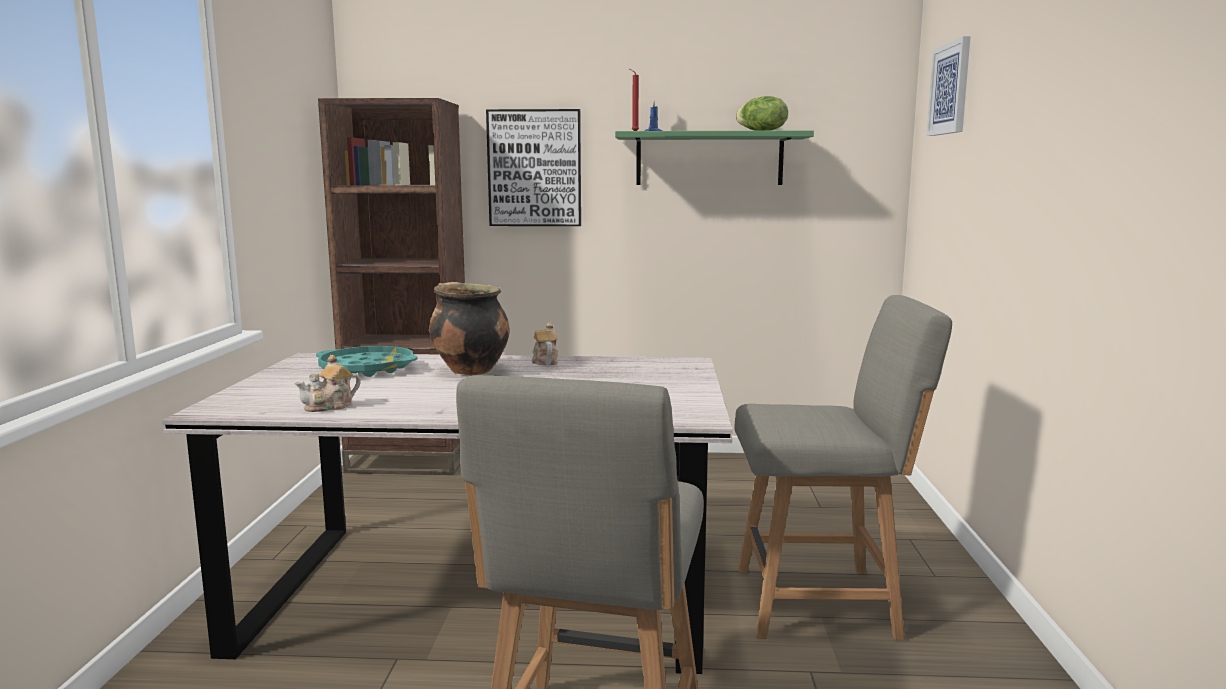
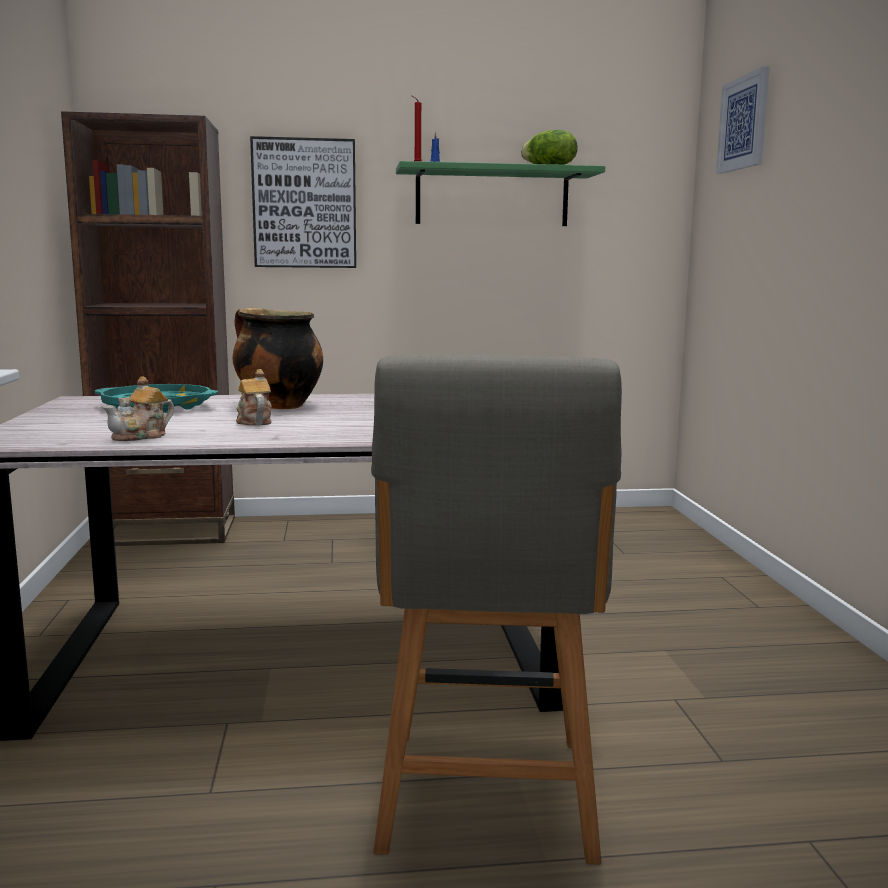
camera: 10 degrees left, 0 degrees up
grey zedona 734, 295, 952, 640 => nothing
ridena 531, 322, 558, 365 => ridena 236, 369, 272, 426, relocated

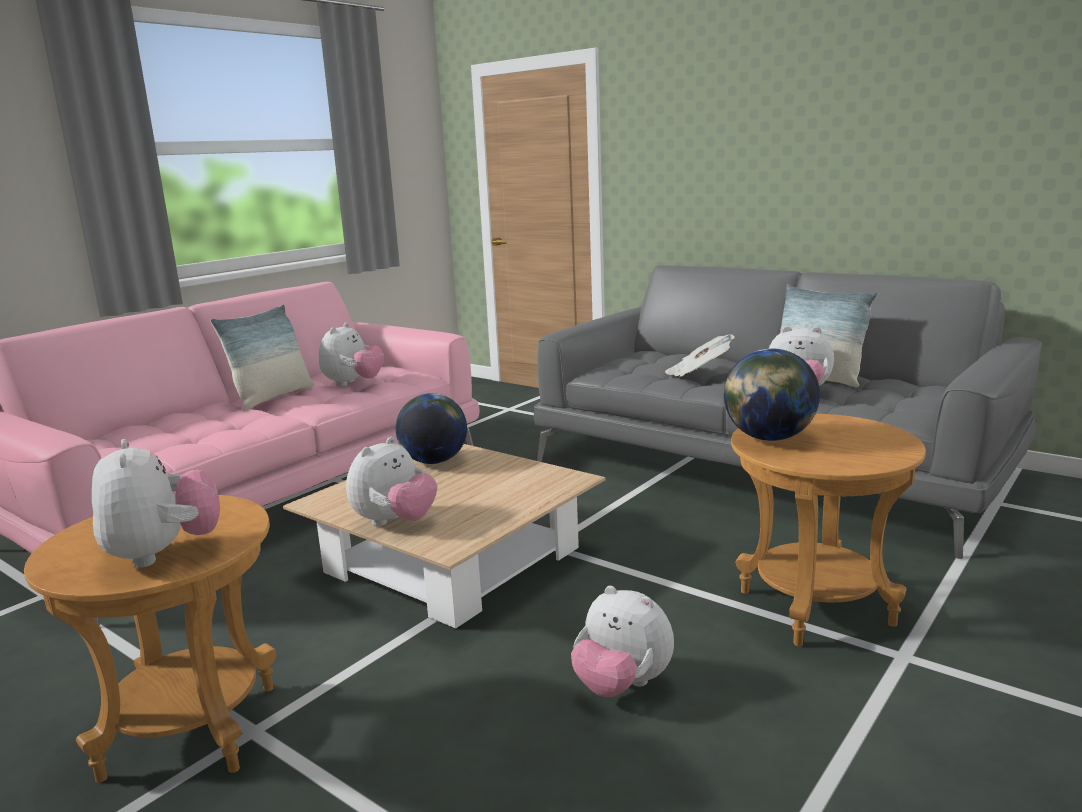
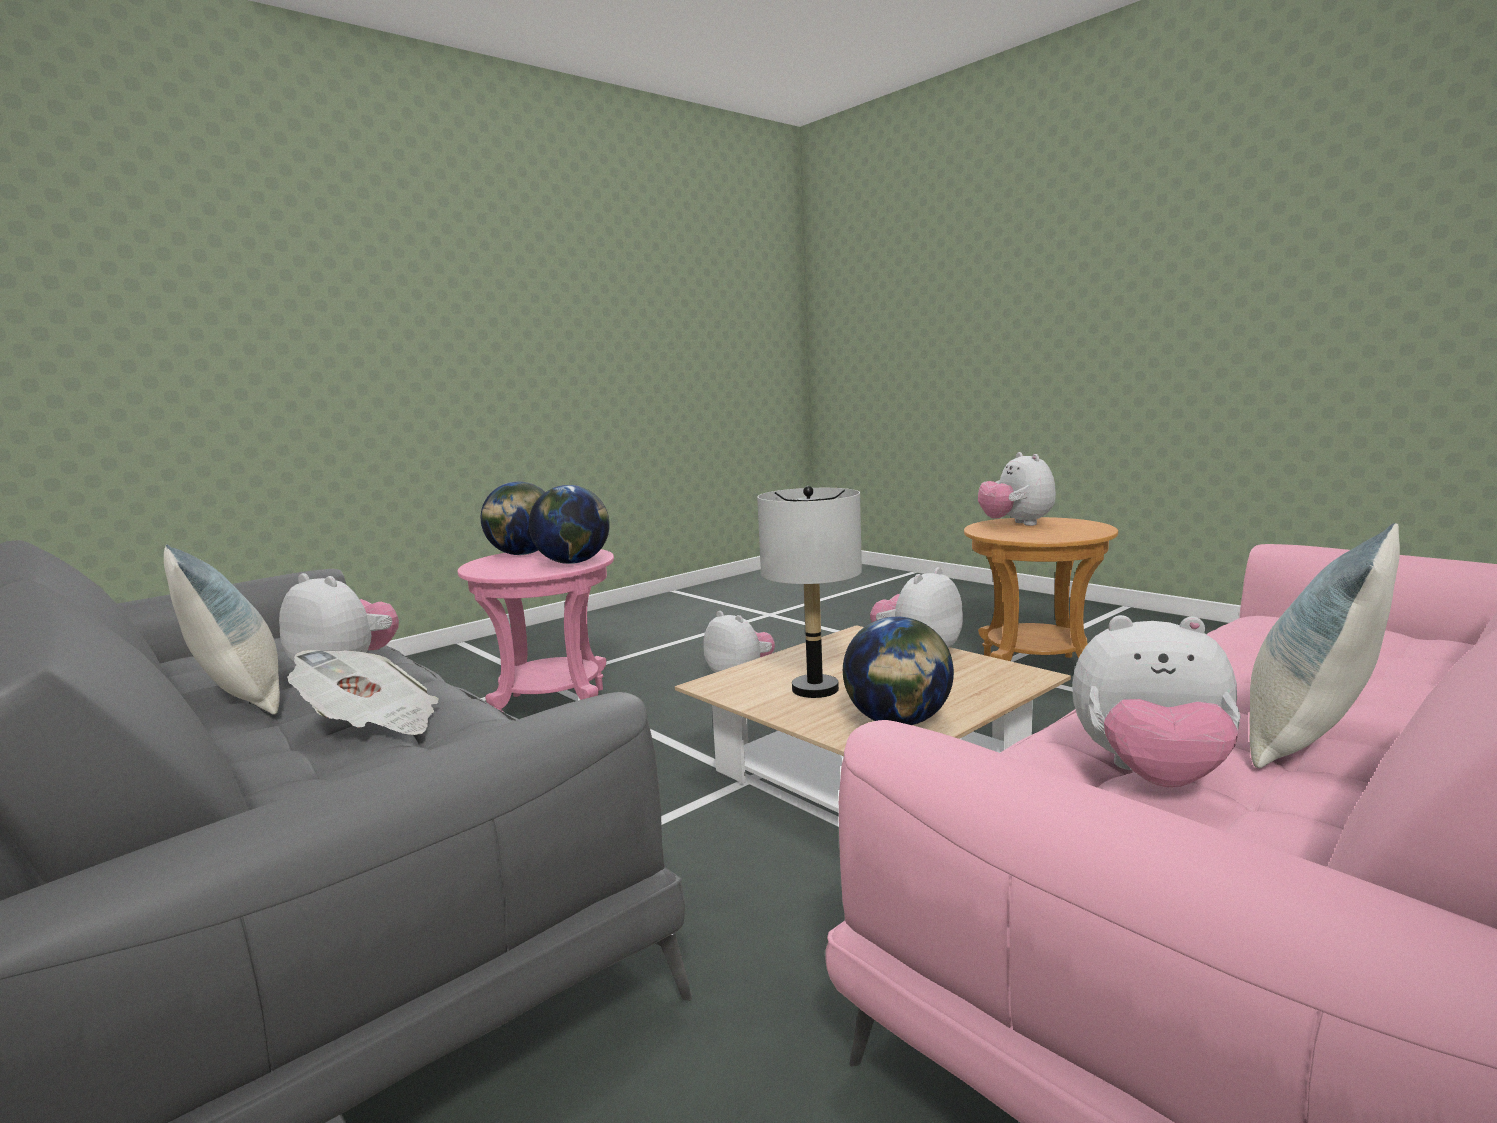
camera: 170 degrees left, 5 degrees down
nothing => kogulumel 481, 482, 545, 555
nothing => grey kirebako 757, 486, 862, 698
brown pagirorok 731, 414, 926, 646 => pink pagirorok 457, 549, 614, 712
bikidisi 319, 323, 384, 387 => bikidisi 1072, 615, 1241, 787, 105 degrees counterclockwise

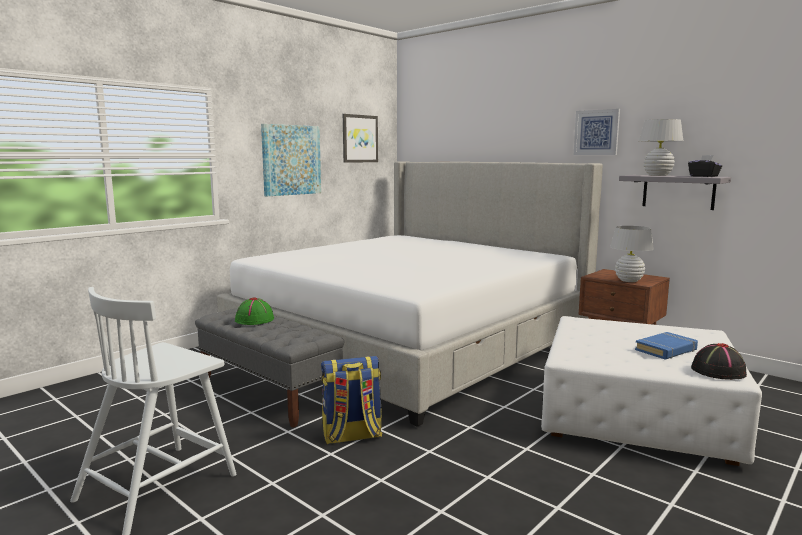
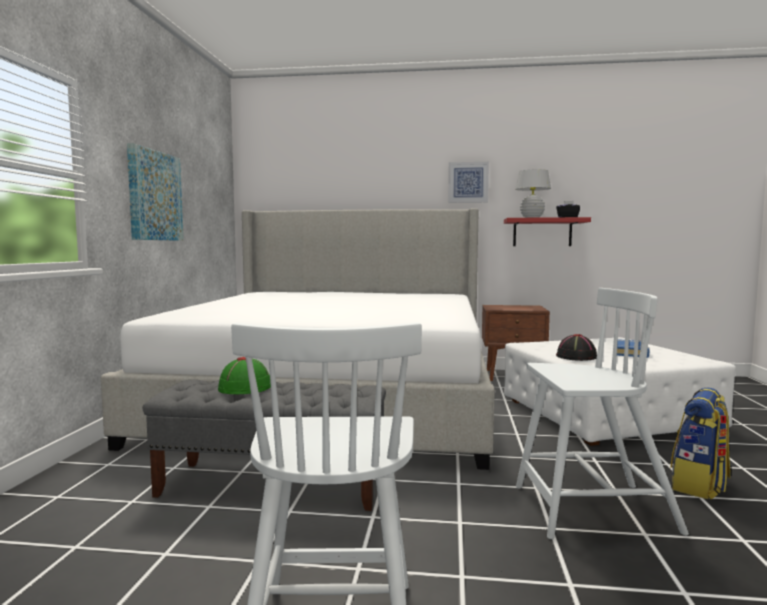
camera: 35 degrees left, 5 degrees down
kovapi 343, 114, 378, 163 => nothing
white kirebako 610, 226, 654, 282 => nothing
nothing => white zedona 516, 288, 689, 539
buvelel 321, 356, 383, 444 => buvelel 671, 387, 731, 500, relocated
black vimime 691, 343, 747, 380 => black vimime 556, 334, 597, 361, relocated
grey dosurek 619, 175, 731, 210 => red dosurek 504, 217, 591, 246

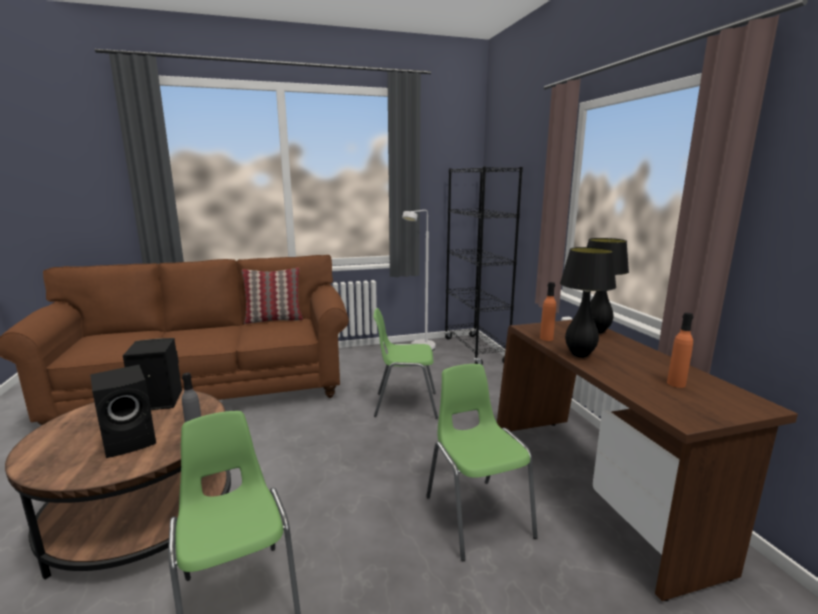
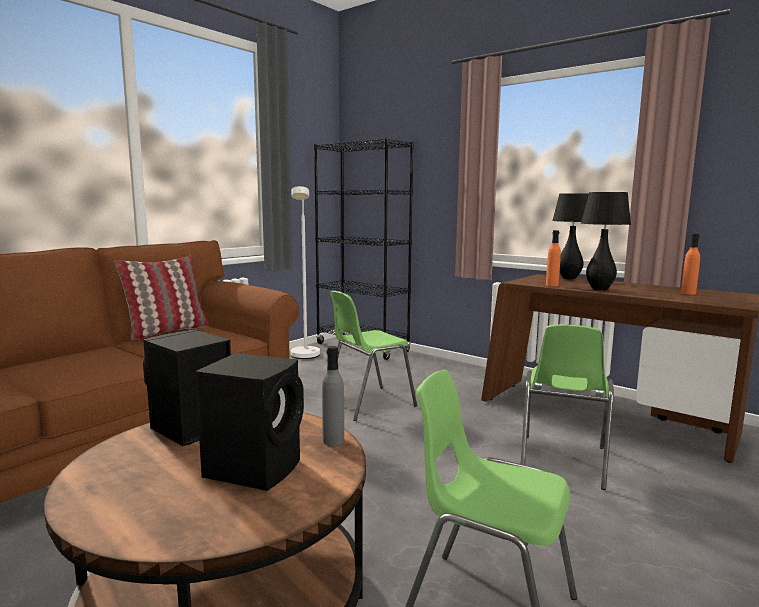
camera: 35 degrees left, 5 degrees down
green zedona 426, 364, 538, 561 => green zedona 521, 324, 614, 490, 105 degrees counterclockwise

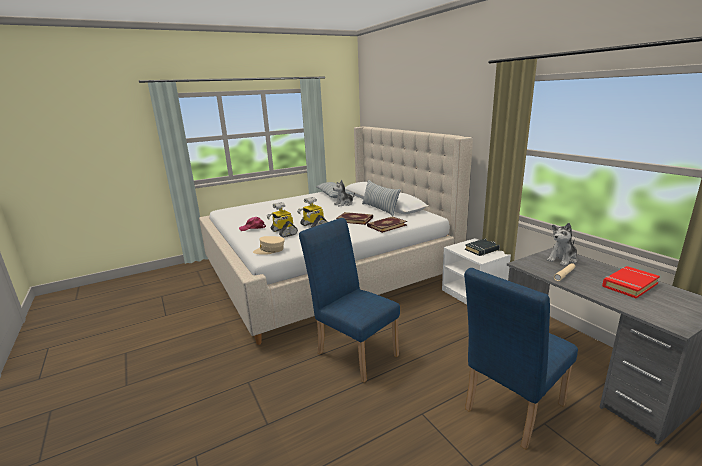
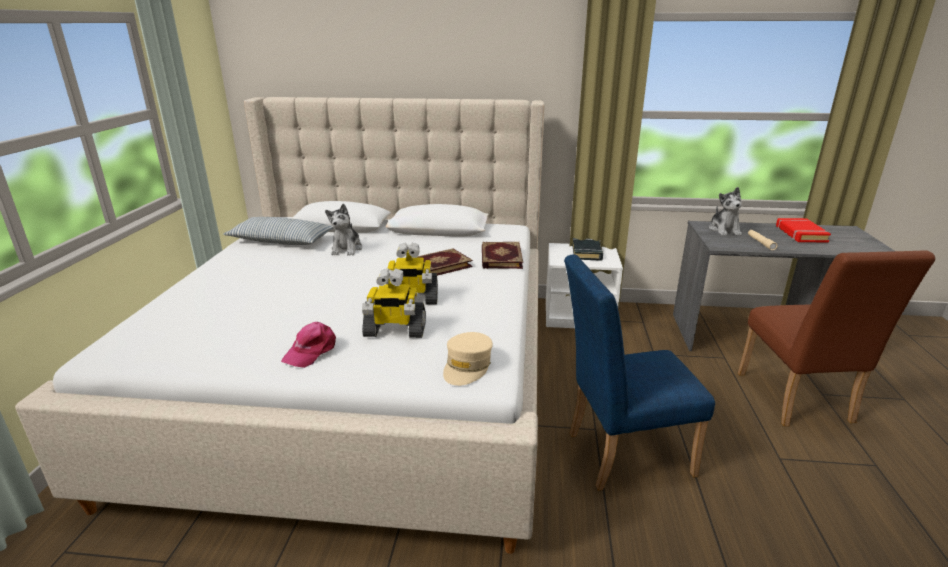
camera: 55 degrees left, 5 degrees up
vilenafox 362, 180, 401, 216 => nothing
blue zedona 464, 268, 578, 450 => brown zedona 738, 250, 935, 426

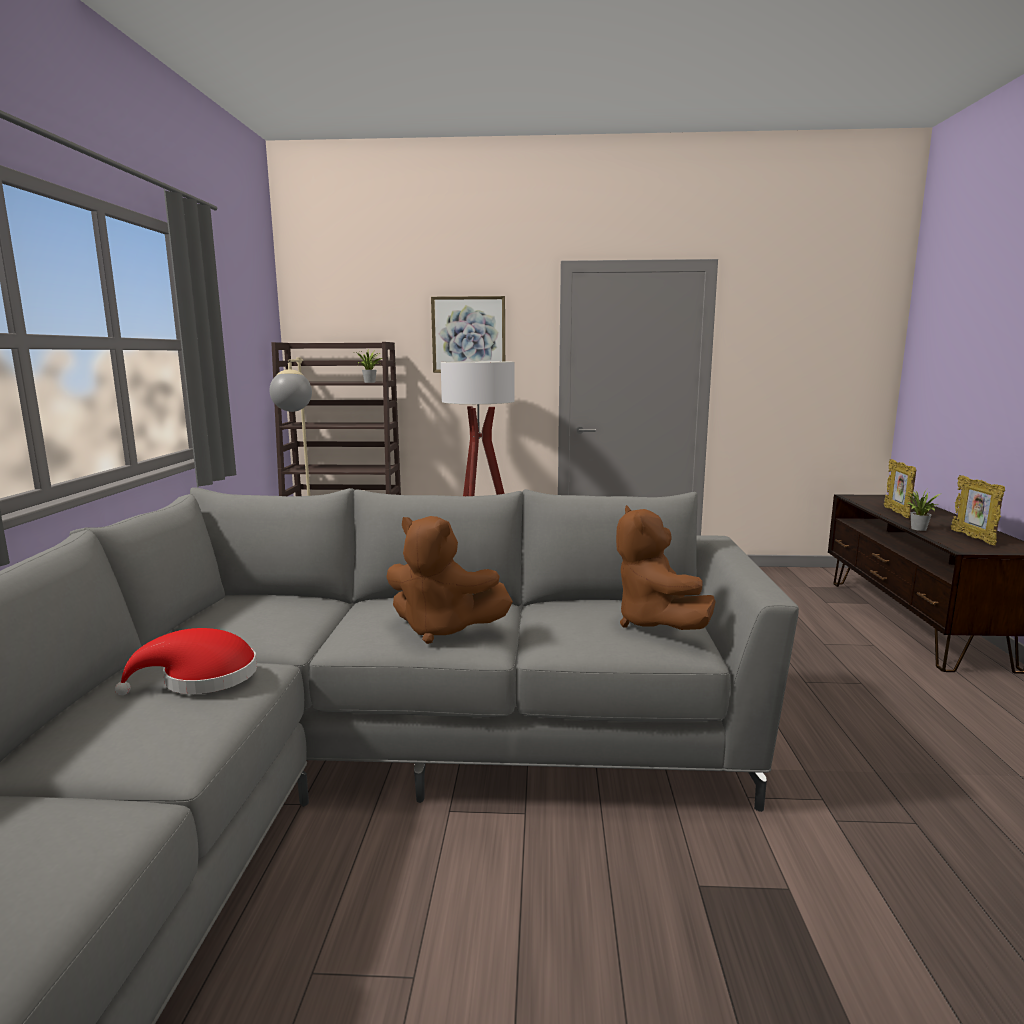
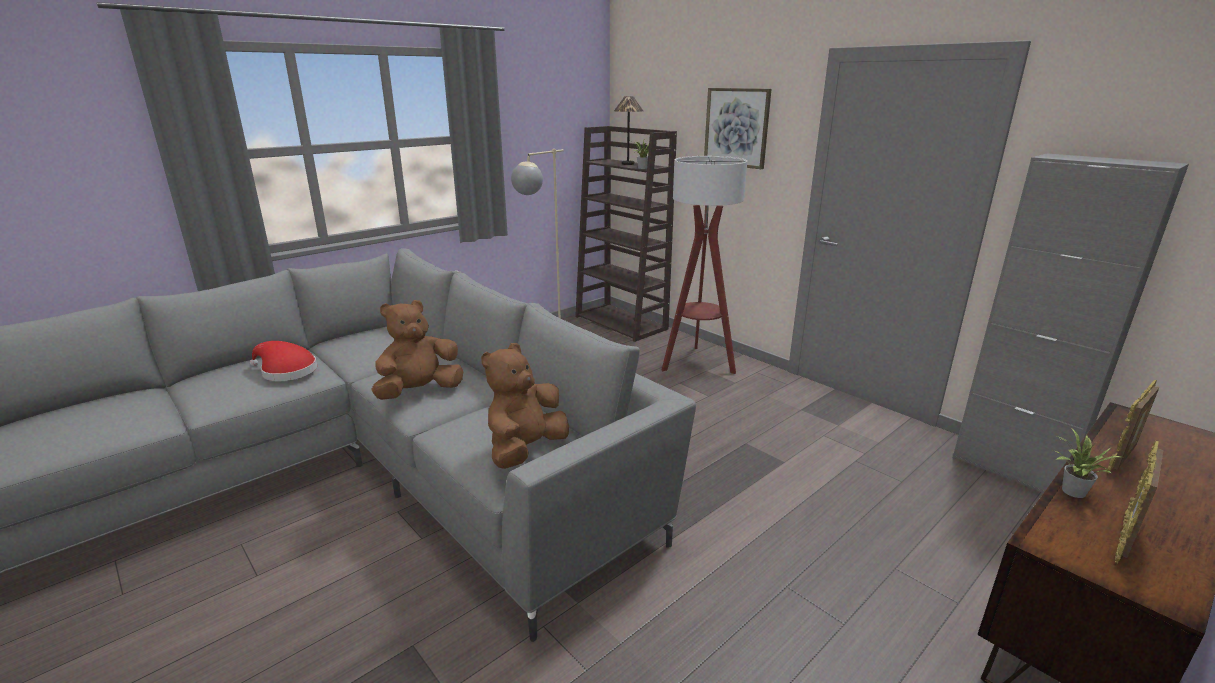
camera: 45 degrees right, 10 degrees up
nothing => kirebako 614, 96, 643, 165
nothing => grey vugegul 953, 153, 1189, 493
brown bikidisi 386, 516, 513, 644 => brown bikidisi 371, 300, 463, 400, 75 degrees clockwise

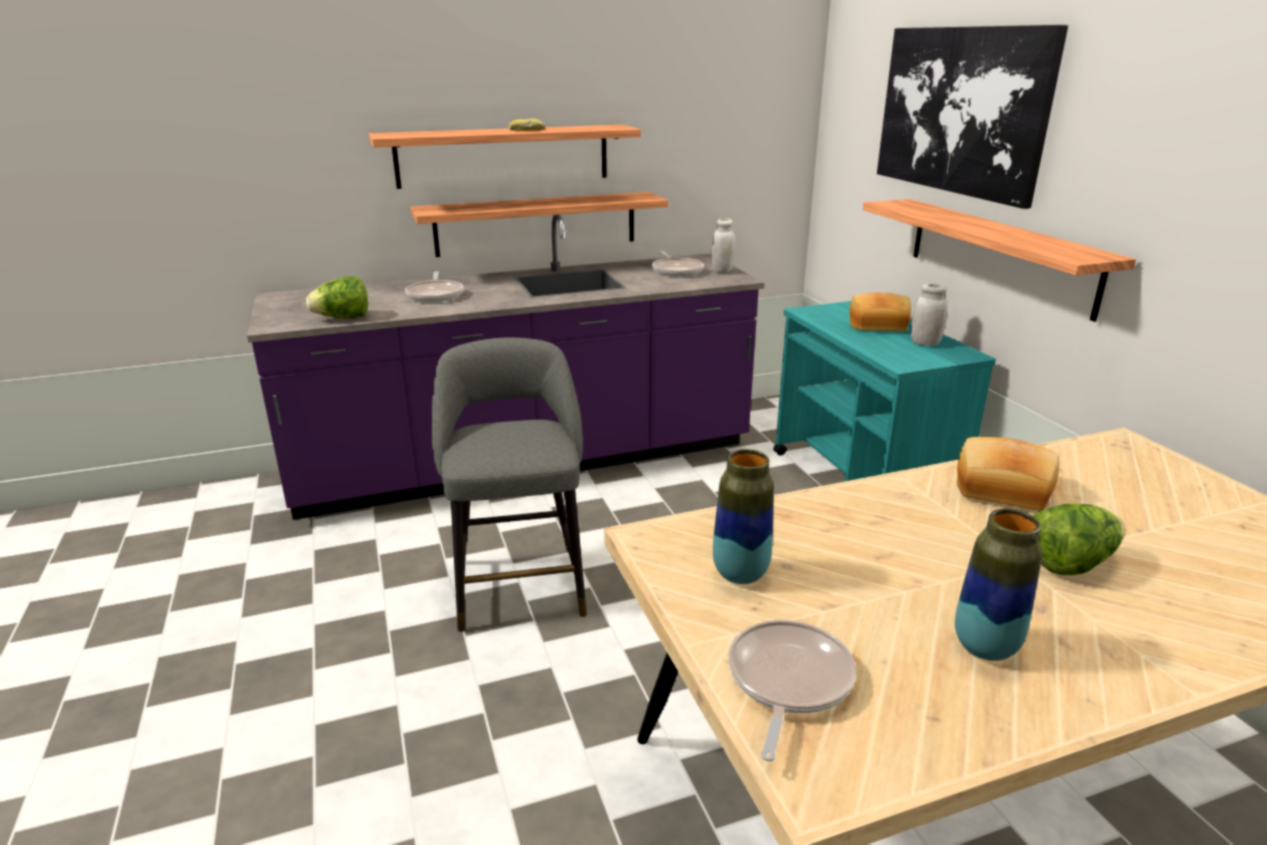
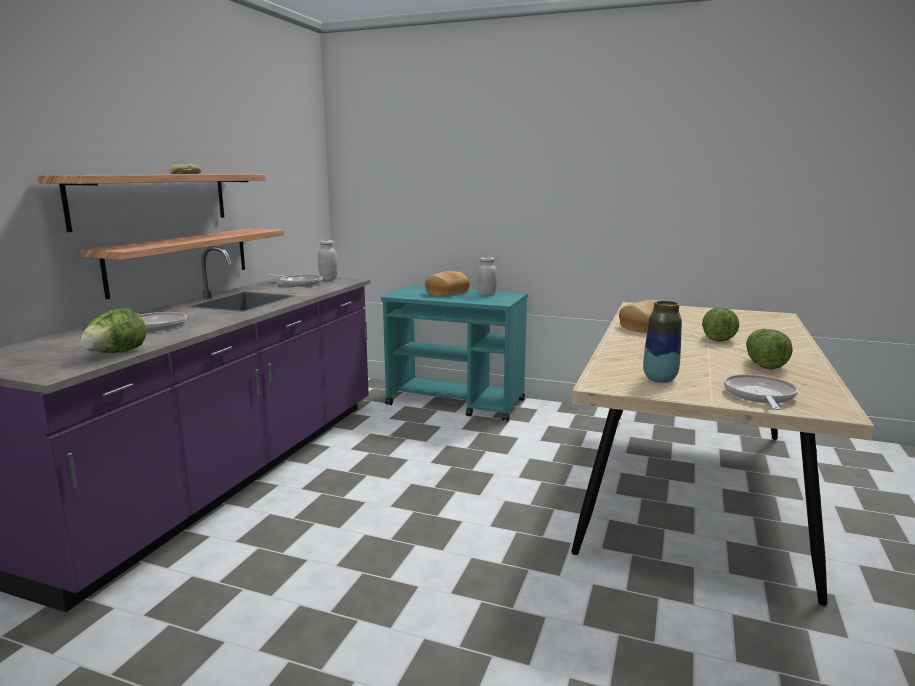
camera: 50 degrees left, 10 degrees down
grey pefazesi 431, 338, 587, 632 => nothing
dosurek 863, 199, 1136, 322 => nothing
kovapi 877, 25, 1068, 209 => nothing
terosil 955, 509, 1042, 661 => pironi 746, 329, 793, 369
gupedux 728, 620, 856, 761 => gupedux 724, 374, 798, 410, 45 degrees clockwise

